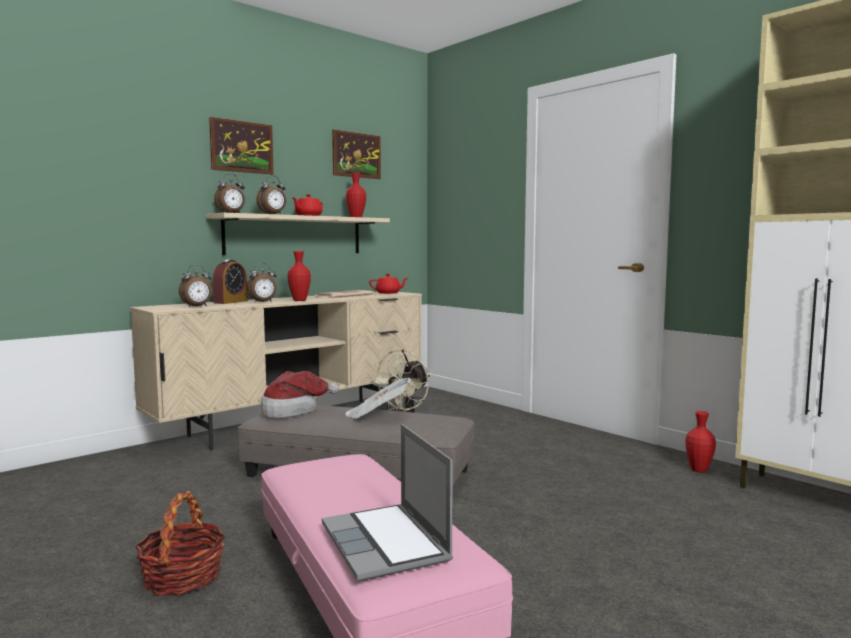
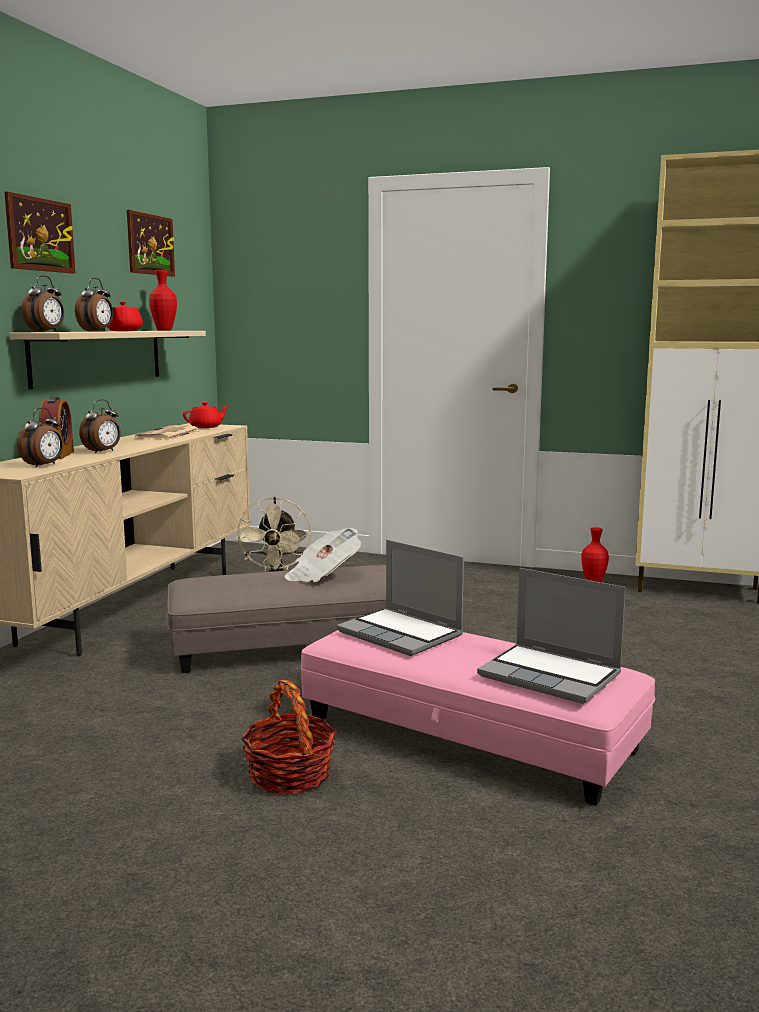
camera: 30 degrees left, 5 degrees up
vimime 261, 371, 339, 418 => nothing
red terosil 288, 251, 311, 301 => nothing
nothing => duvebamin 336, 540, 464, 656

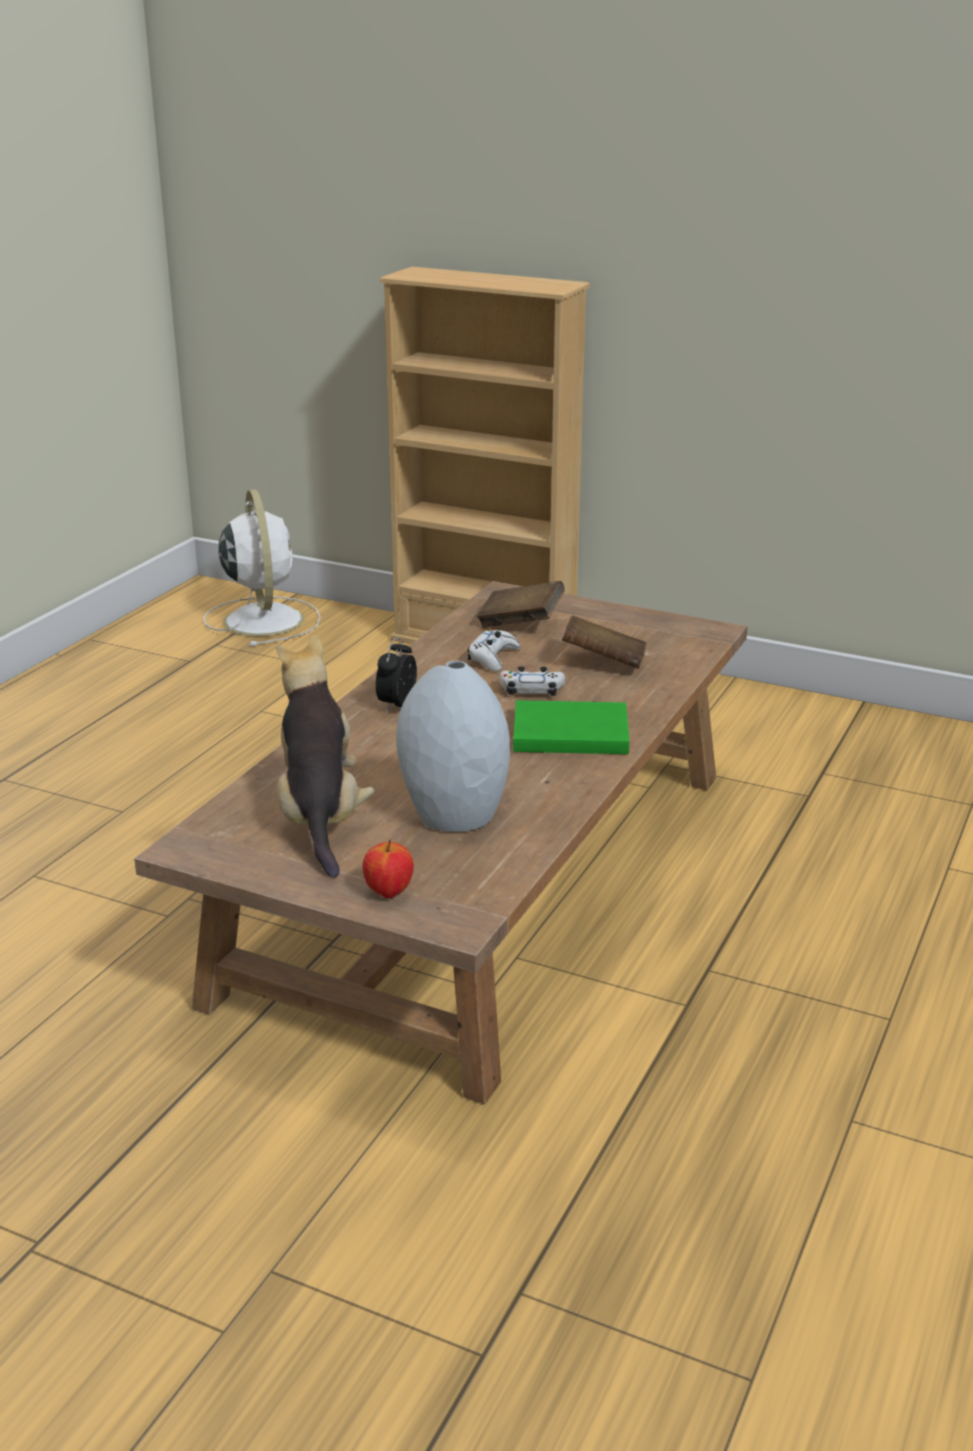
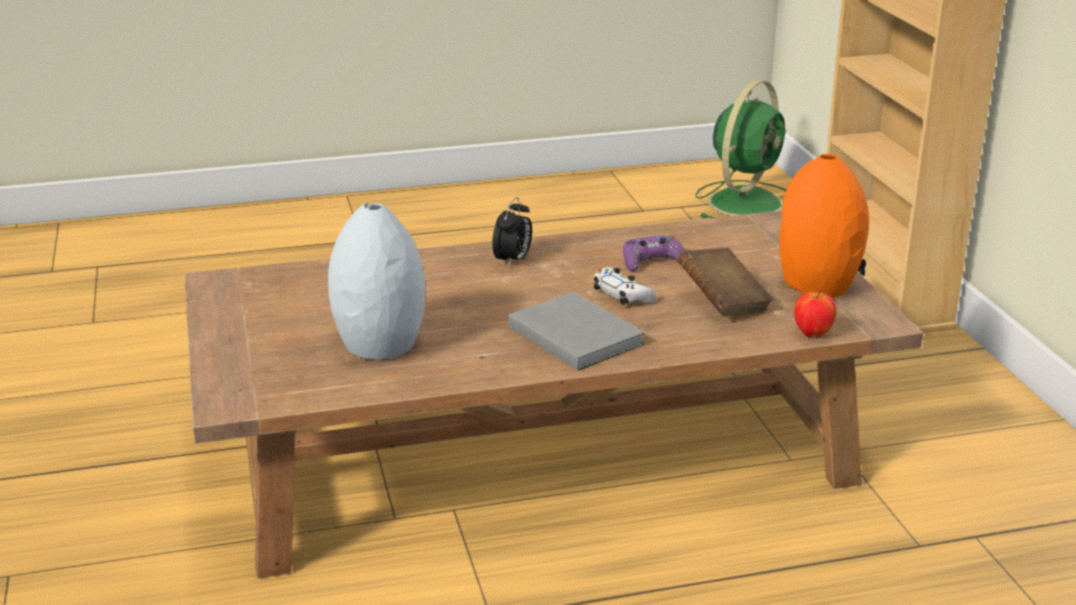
camera: 50 degrees right, 0 degrees up
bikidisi 276, 635, 375, 878 => nothing
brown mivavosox 476, 581, 565, 628 => nothing
nothing => orange terosil 779, 154, 869, 298
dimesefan 362, 840, 414, 898 => dimesefan 794, 290, 836, 337, relocated
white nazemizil 203, 489, 321, 646 => green nazemizil 696, 80, 787, 218
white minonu 467, 629, 521, 672 => purple minonu 623, 235, 684, 271
green mivavosox 513, 700, 629, 754 => grey mivavosox 508, 292, 645, 371
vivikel 376, 637, 417, 713 => vivikel 492, 197, 532, 268, 135 degrees clockwise

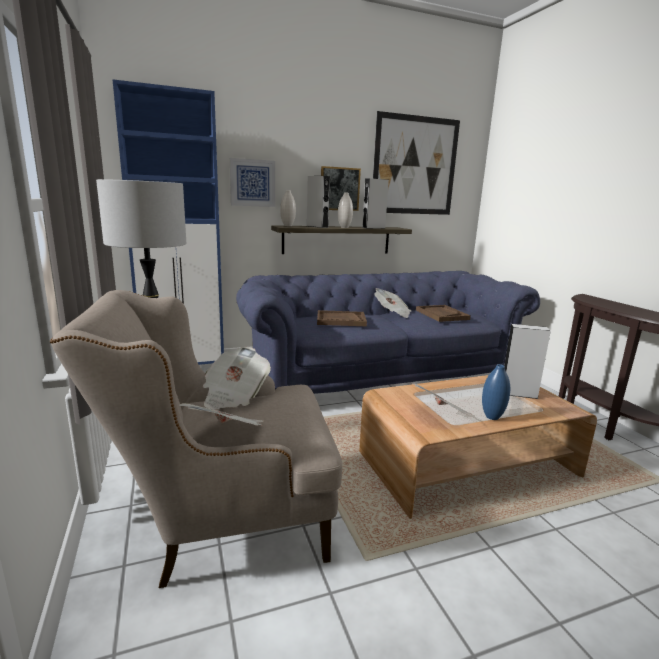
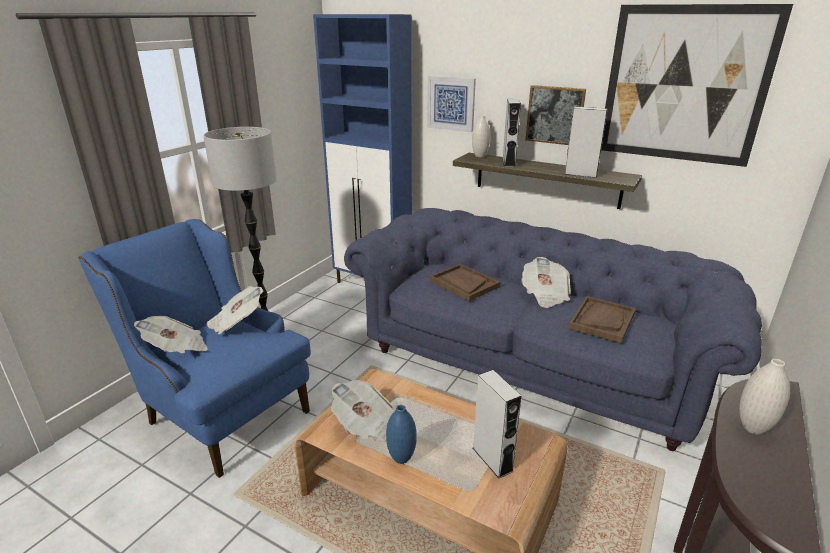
camera: 50 degrees right, 10 degrees up
white terosil 338, 192, 353, 228 => white terosil 739, 359, 790, 435, relocated
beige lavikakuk 50, 290, 342, 588 => blue lavikakuk 78, 219, 311, 478

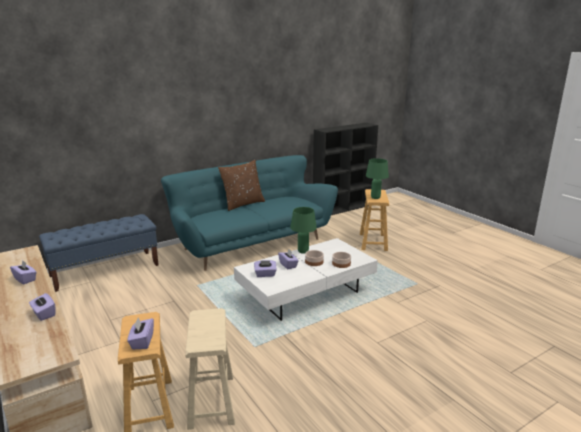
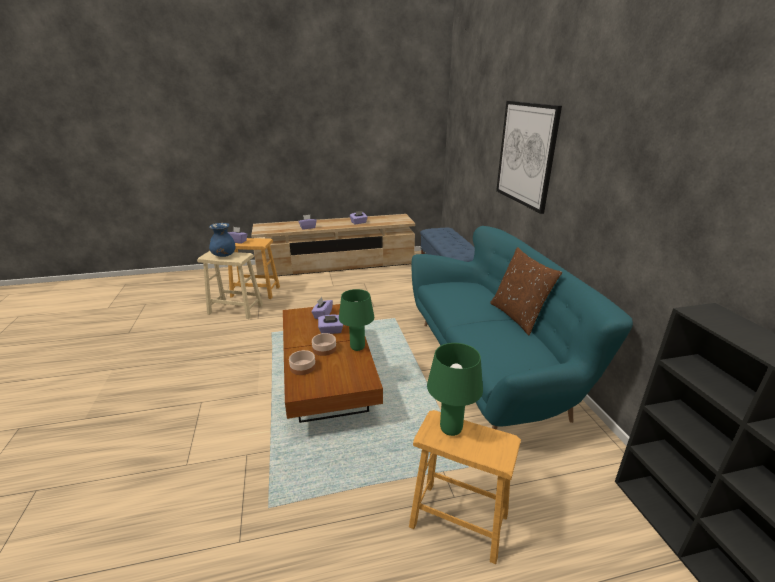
camera: 110 degrees right, 5 degrees up
nothing => blue terosil 209, 223, 235, 257
nothing => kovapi 496, 101, 562, 214
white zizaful 234, 238, 378, 321 => brown zizaful 283, 304, 383, 423

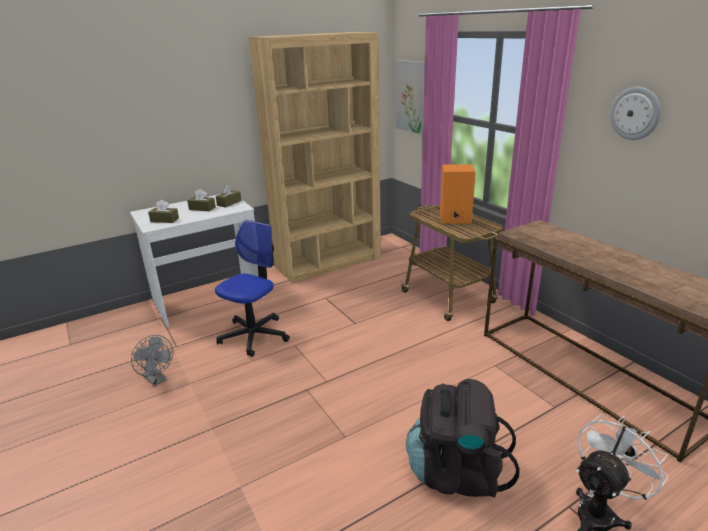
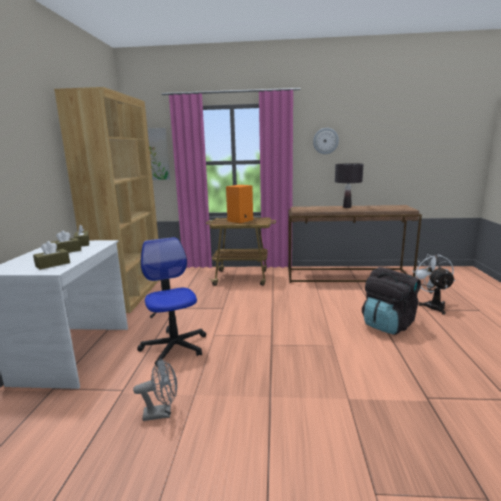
camera: 55 degrees left, 10 degrees down
nothing => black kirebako 335, 163, 363, 208

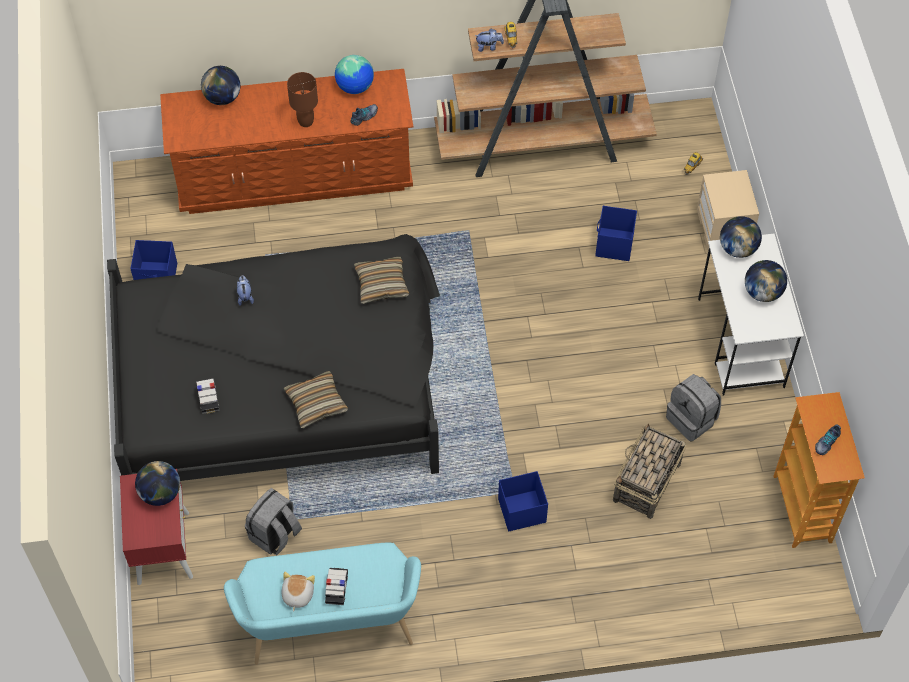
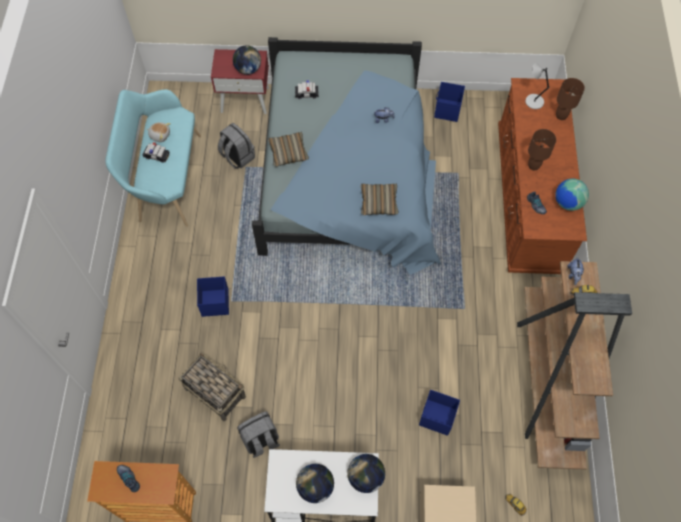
camera: 100 degrees right, 5 degrees up
nothing => grey kirebako 525, 63, 550, 109
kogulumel 201, 66, 240, 105 => brown kirebako 556, 78, 585, 120
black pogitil 107, 234, 440, 481 => blue pogitil 252, 37, 441, 275

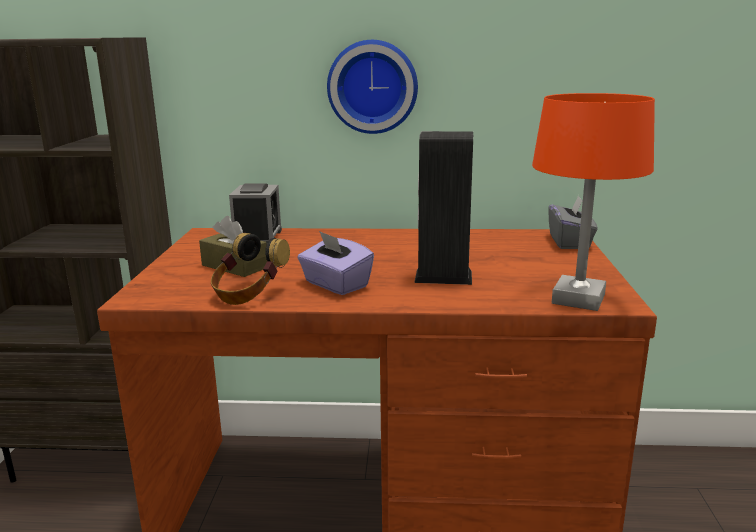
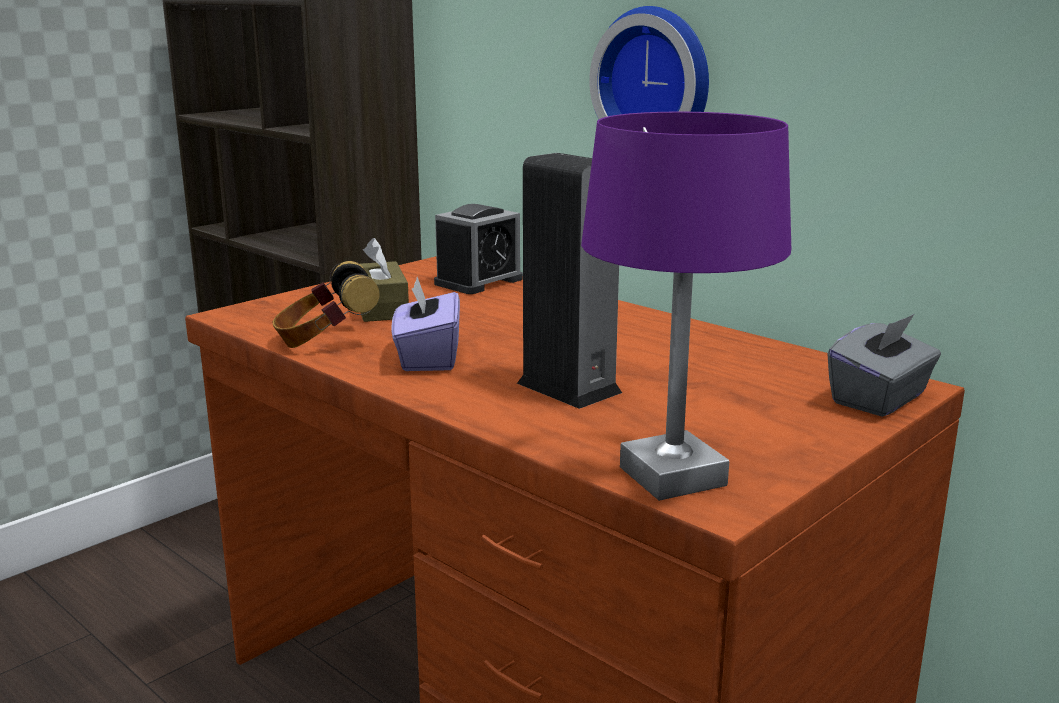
camera: 40 degrees right, 0 degrees up
orange kirebako 532, 93, 655, 311 => purple kirebako 581, 112, 791, 501

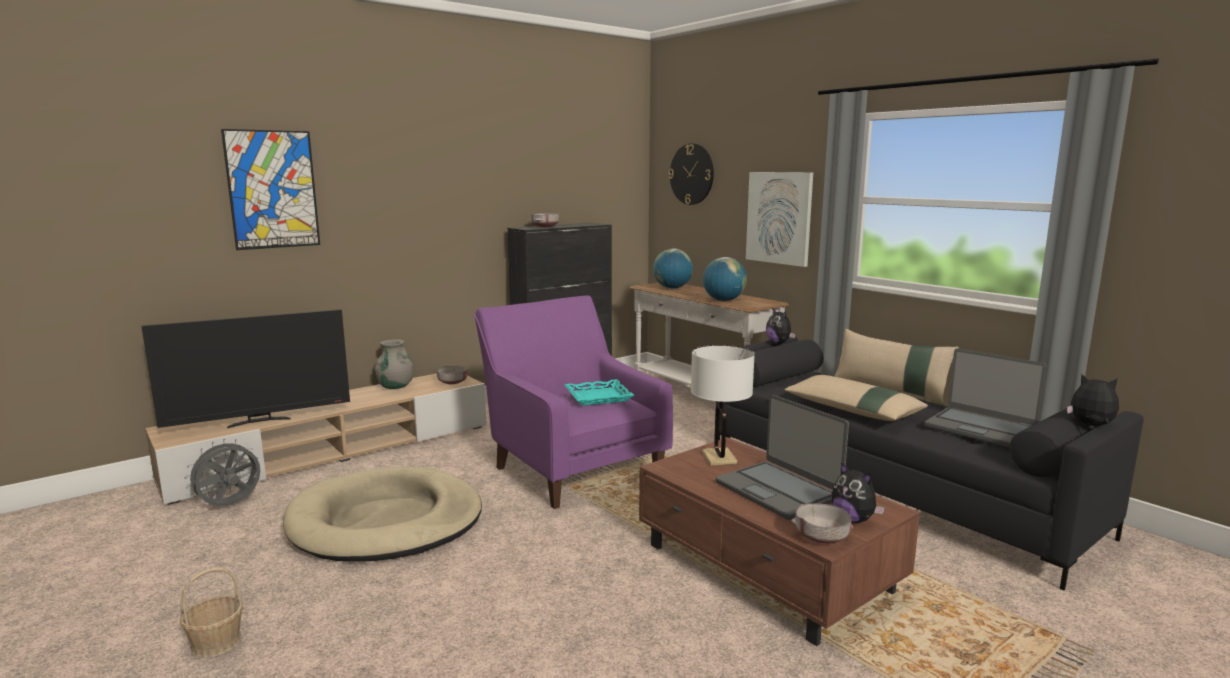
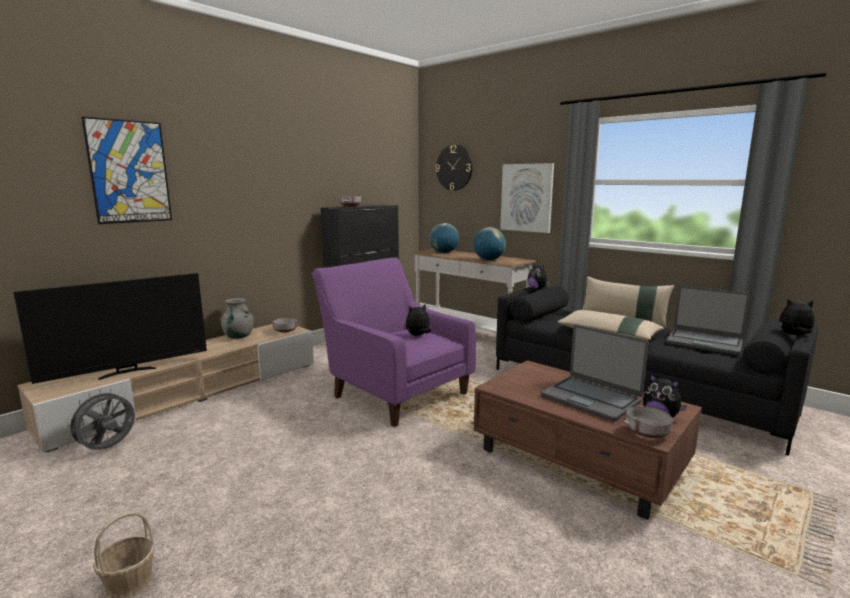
camera: 10 degrees left, 0 degrees up
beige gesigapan 283, 466, 482, 562 => nothing
white kirebako 691, 345, 755, 466 => nothing
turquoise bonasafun 565, 379, 634, 406 => bikidisi 406, 304, 431, 336

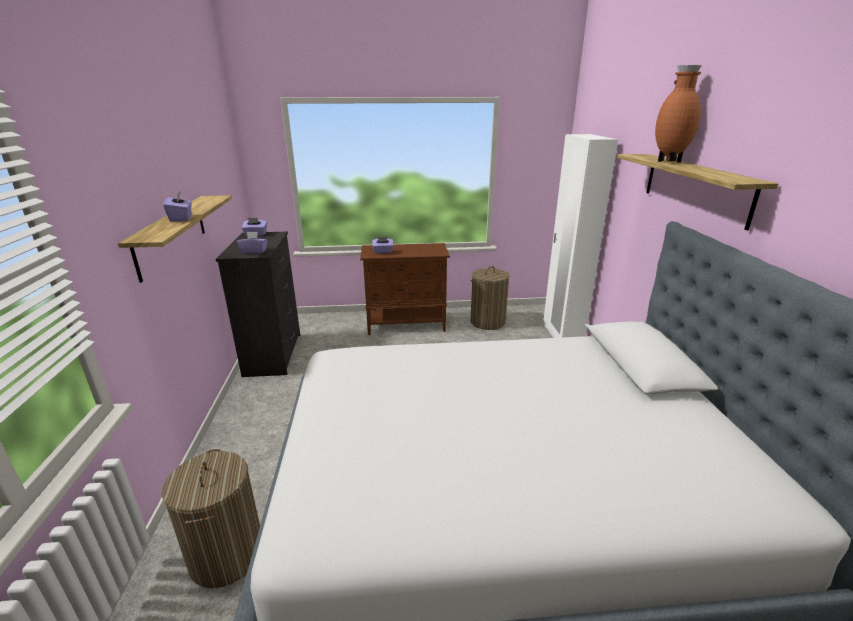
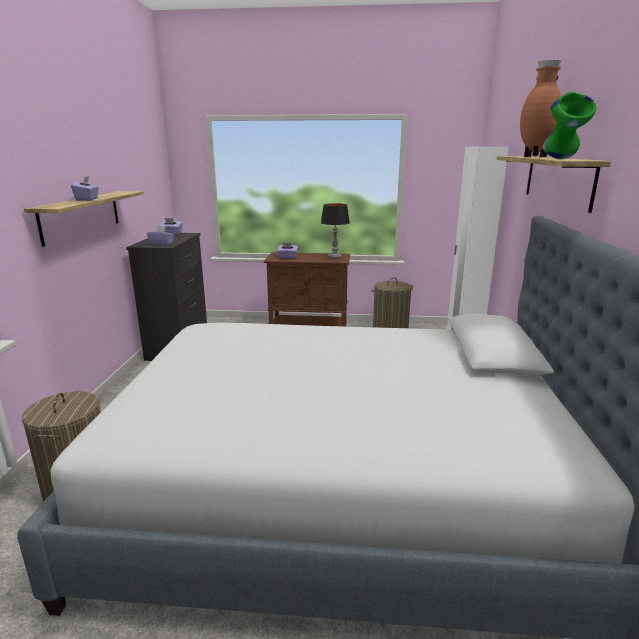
camera: 10 degrees right, 5 degrees down
nothing => kirebako 321, 203, 350, 259
nothing => green terosil 543, 92, 597, 159

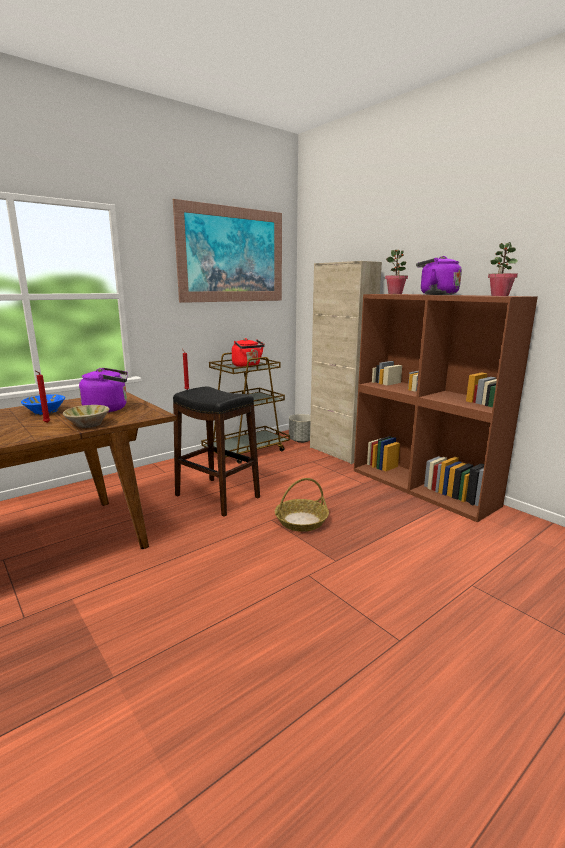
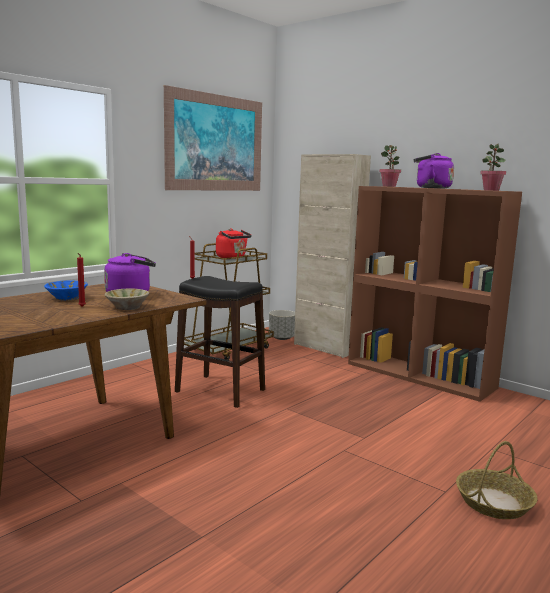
camera: 10 degrees left, 5 degrees down
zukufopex 275, 478, 329, 532 => zukufopex 456, 441, 537, 519, relocated

